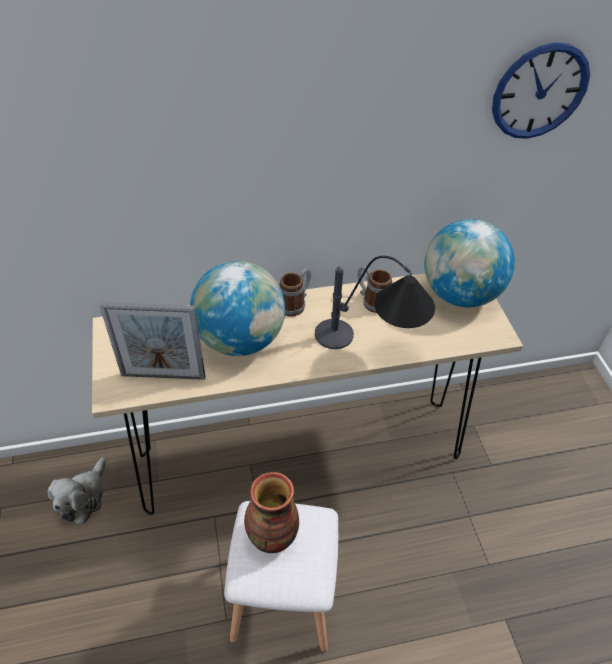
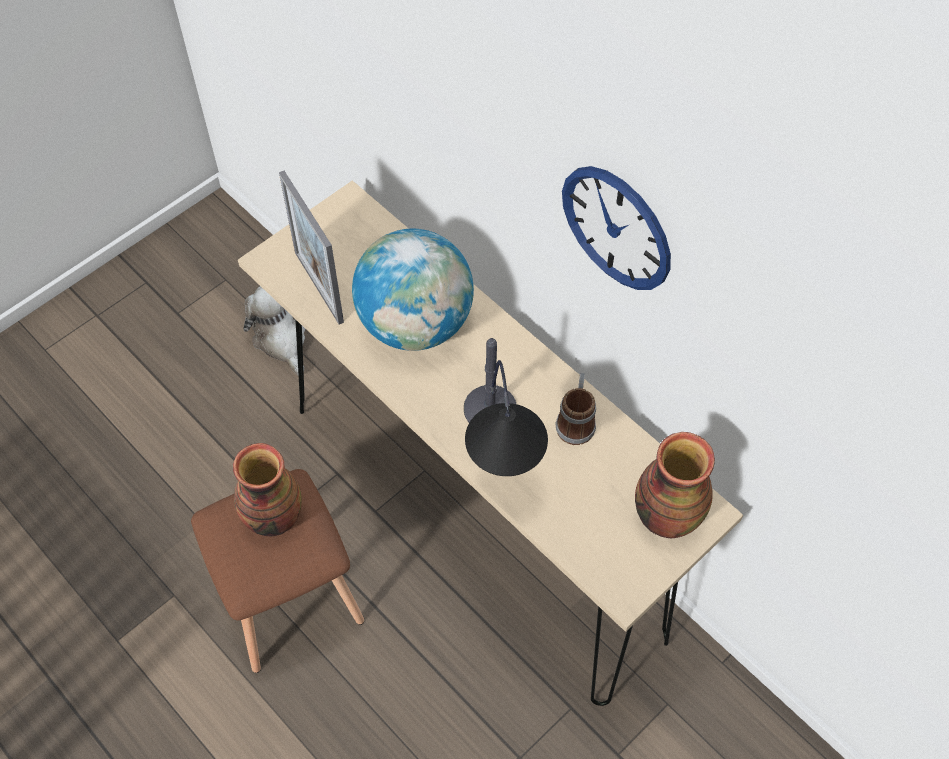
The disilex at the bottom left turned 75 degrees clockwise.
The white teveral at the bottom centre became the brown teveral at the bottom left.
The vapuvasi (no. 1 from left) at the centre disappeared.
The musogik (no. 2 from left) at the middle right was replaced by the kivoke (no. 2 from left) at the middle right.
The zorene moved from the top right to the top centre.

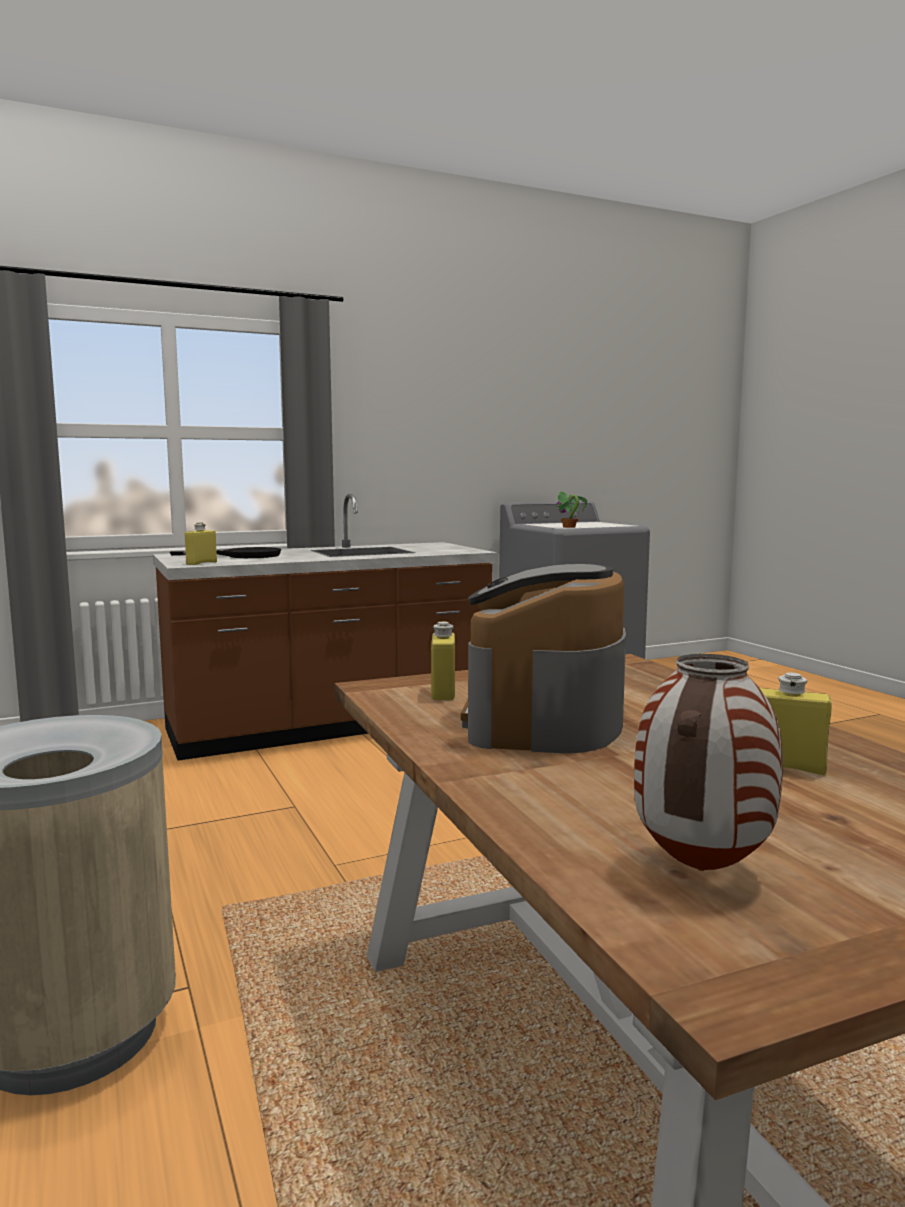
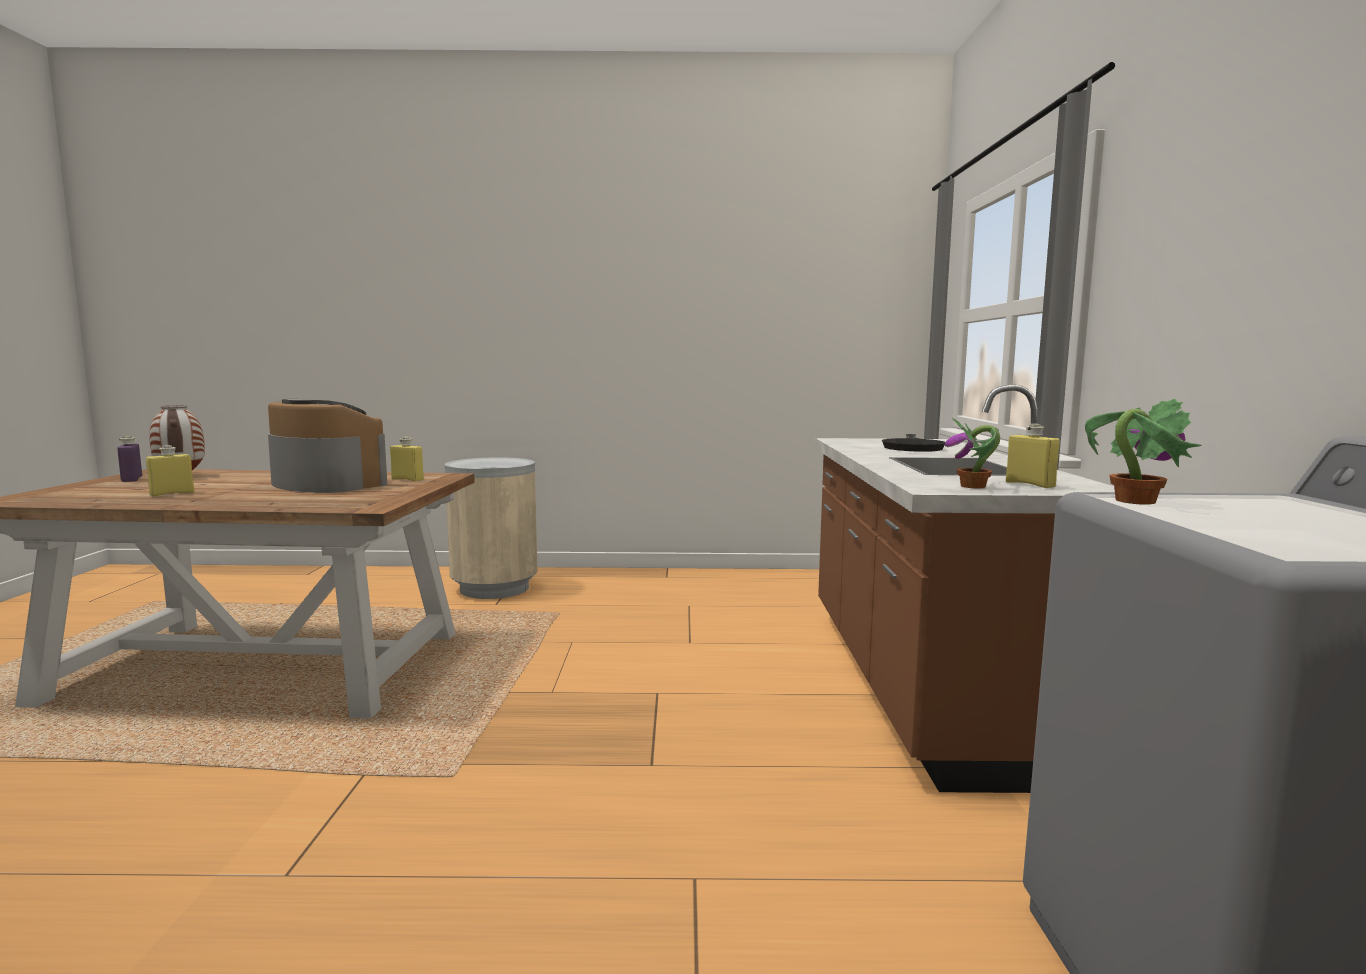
The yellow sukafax (no. 1 from left in the first image) moved from the middle left to the middle right.
The purple sukafax at the middle left appeared.
The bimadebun (no. 1 from left) at the middle right appeared.

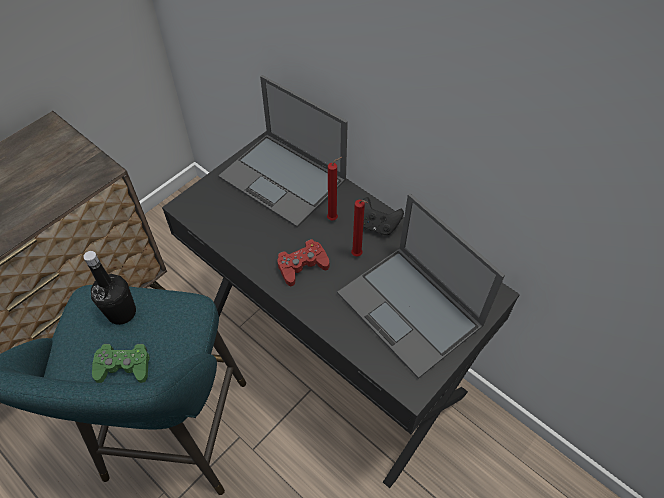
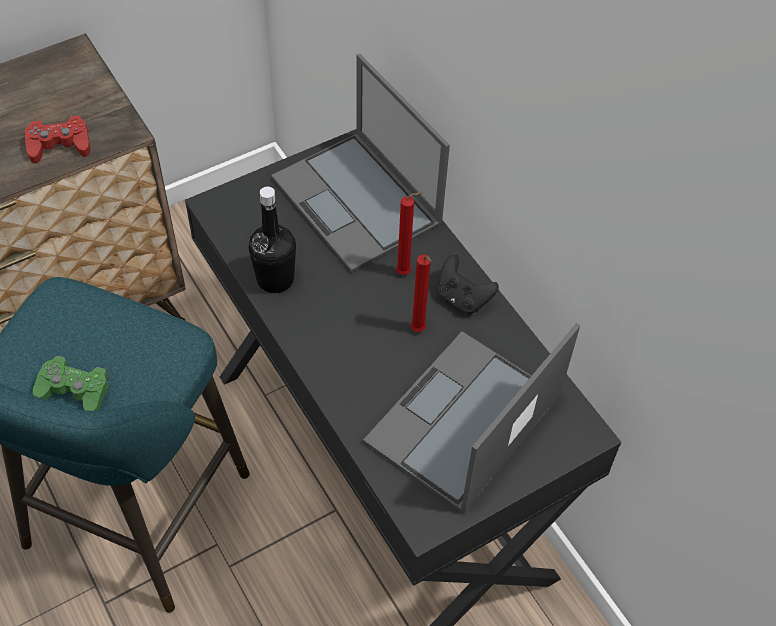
The black sukafax moved from the middle left to the centre.
The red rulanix moved from the centre to the top left.
The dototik (no. 2 from left) at the centre turned 60 degrees clockwise.

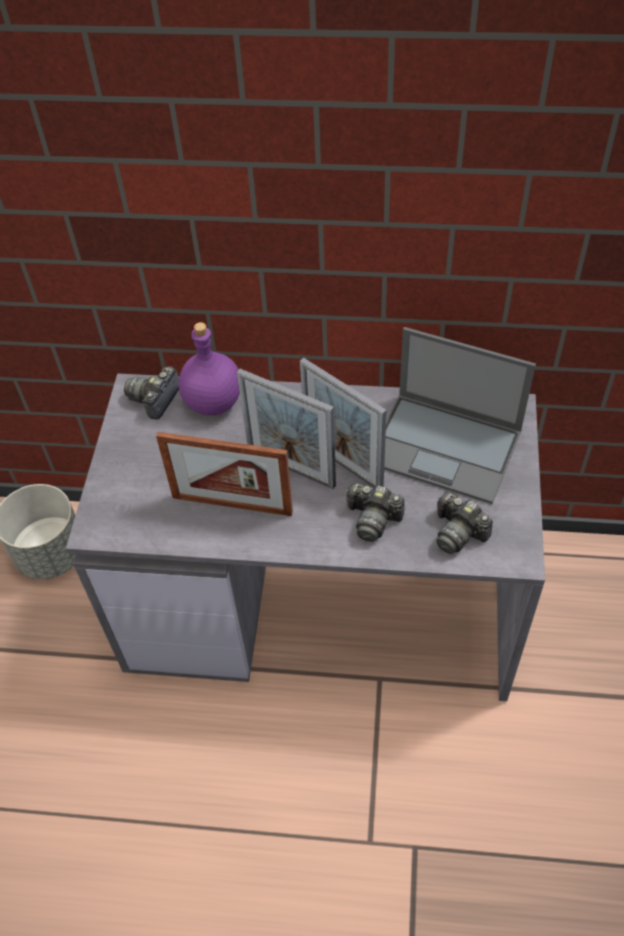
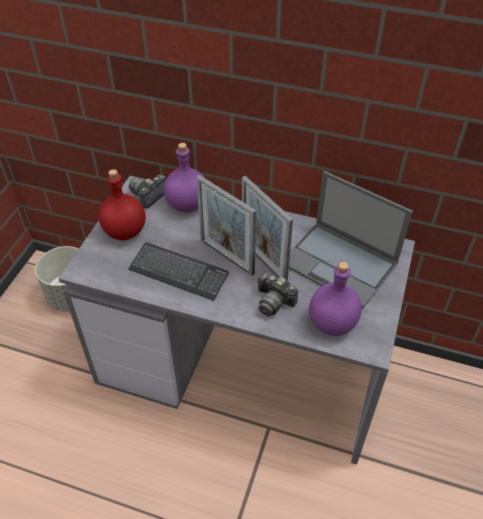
The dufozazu (no. 1 from left) at the centre was replaced by the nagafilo at the centre.
The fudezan (no. 3 from left) at the middle right was replaced by the purple sukafax (no. 2 from left) at the middle right.
The red sukafax at the middle left appeared.

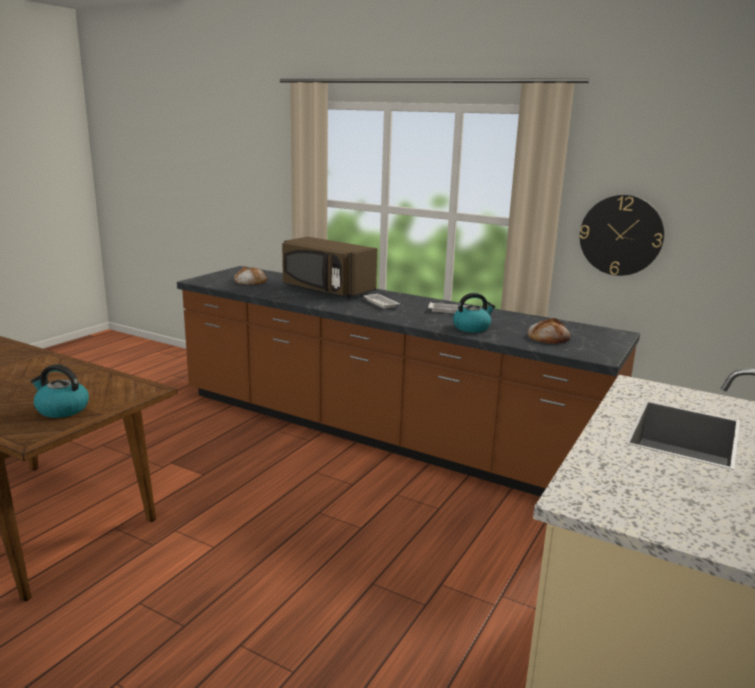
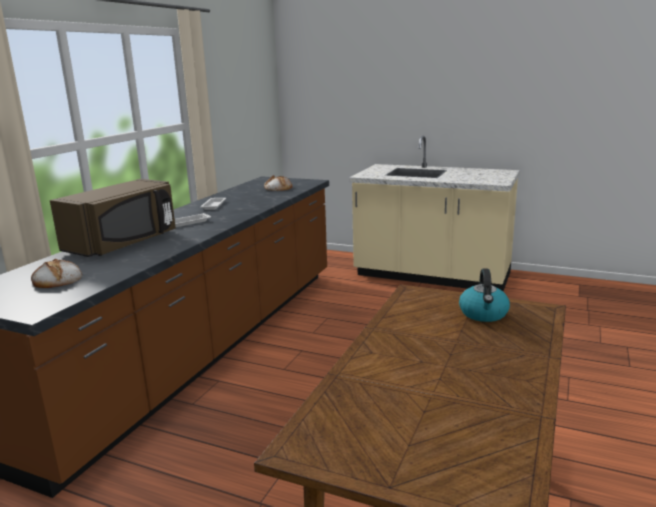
The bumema (no. 2 from left) at the centre disappeared.
The zorene at the middle right disappeared.

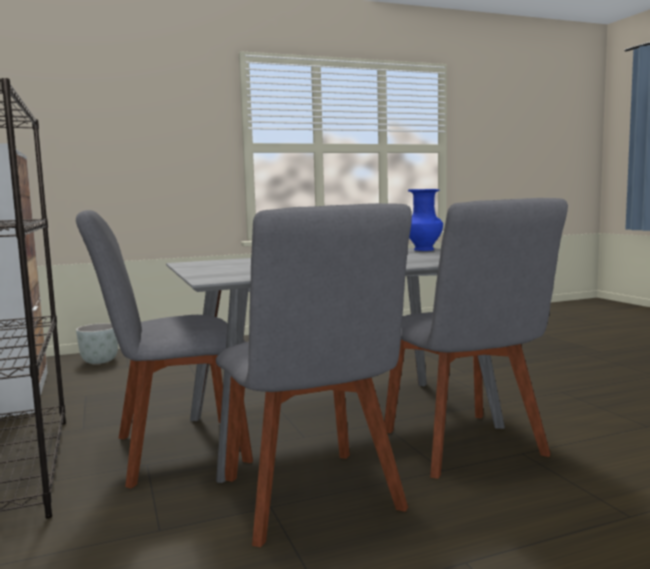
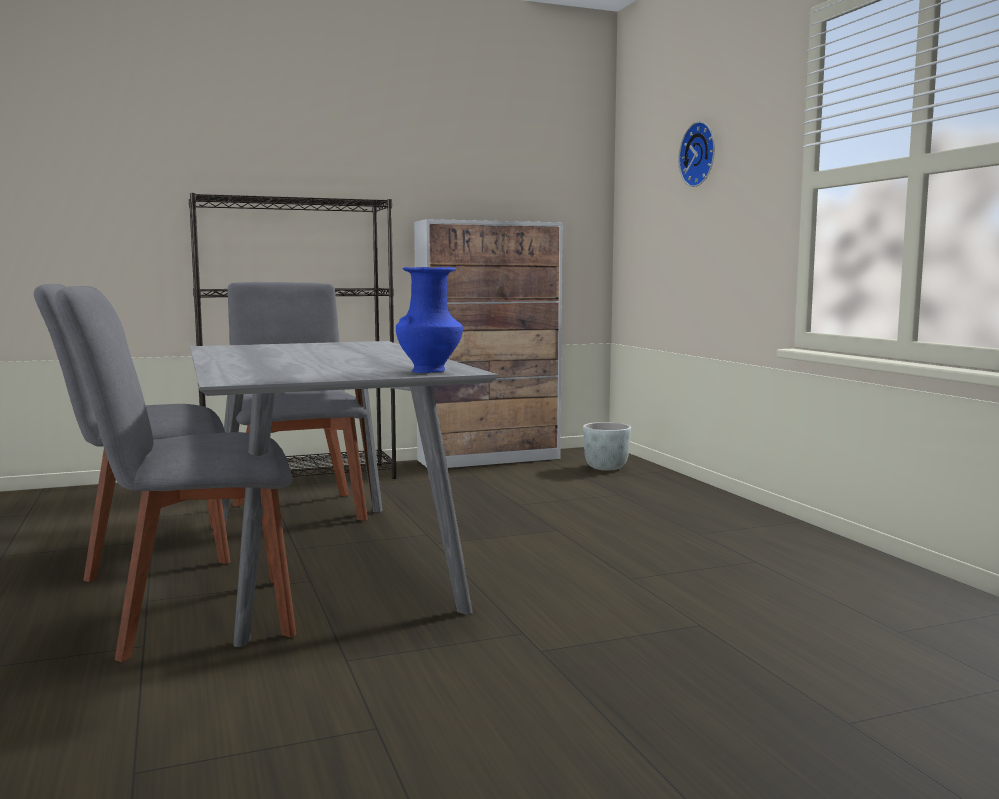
The zorene at the top right appeared.

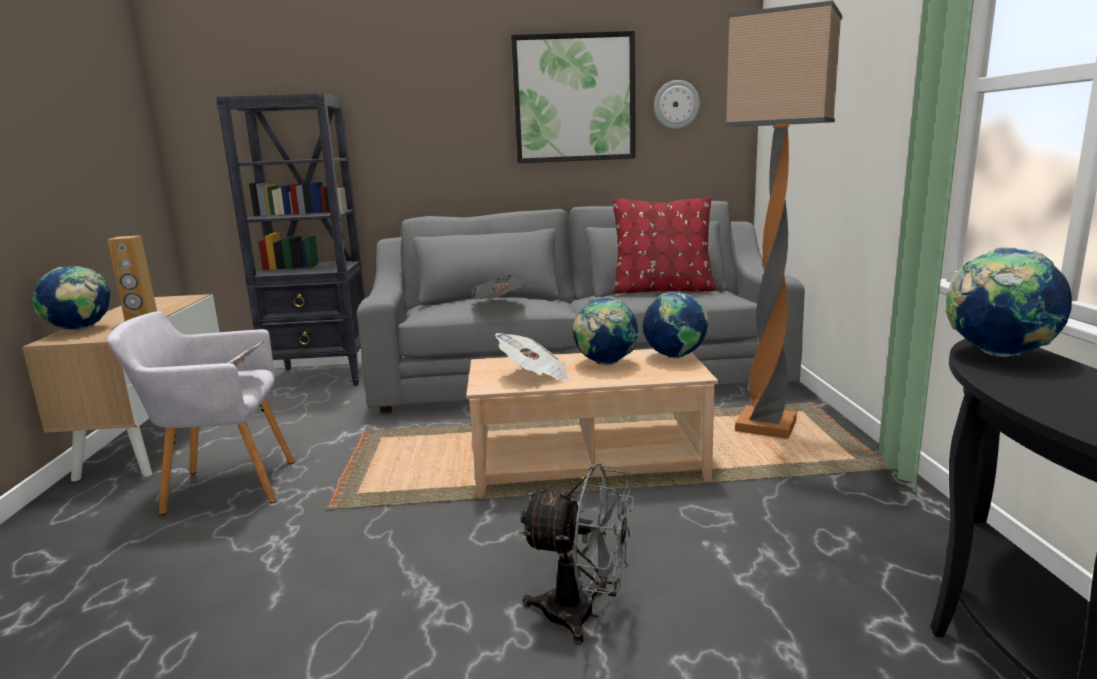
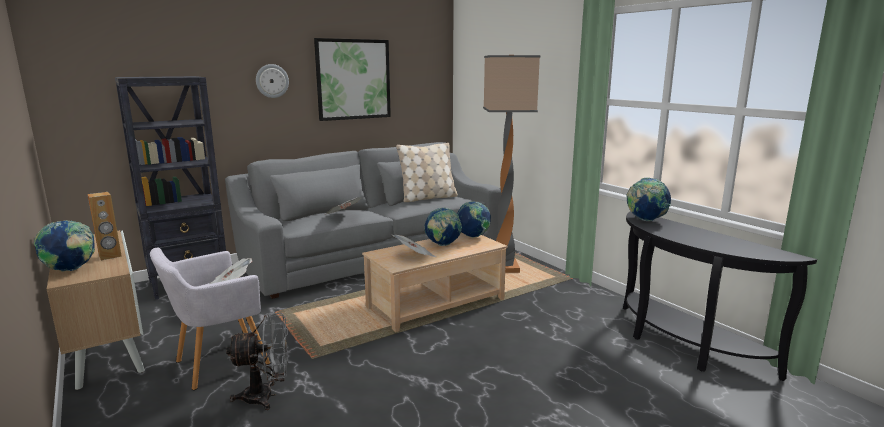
The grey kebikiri moved from the bottom centre to the bottom left.
The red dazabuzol at the centre became the beige dazabuzol at the centre.
The zorene moved from the top centre to the top left.

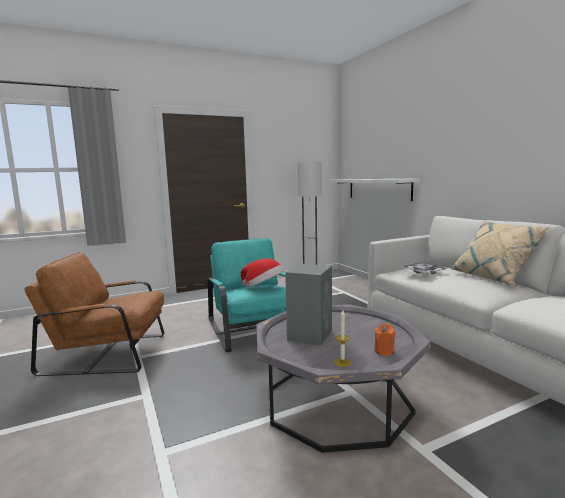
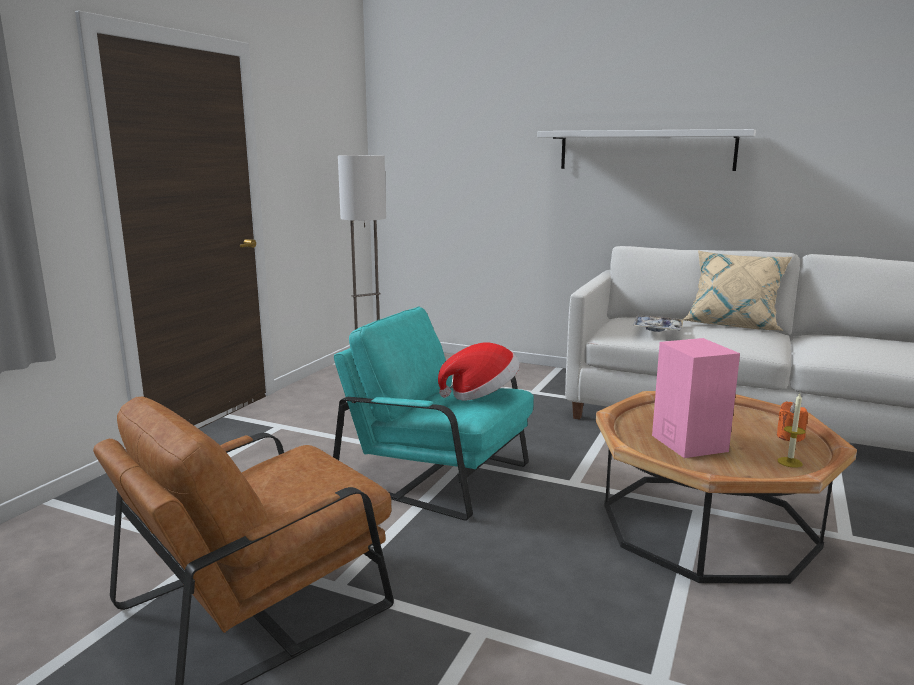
The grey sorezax at the bottom centre became the brown sorezax at the bottom right.
The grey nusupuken at the centre became the pink nusupuken at the middle right.
The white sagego moved from the centre to the top right.

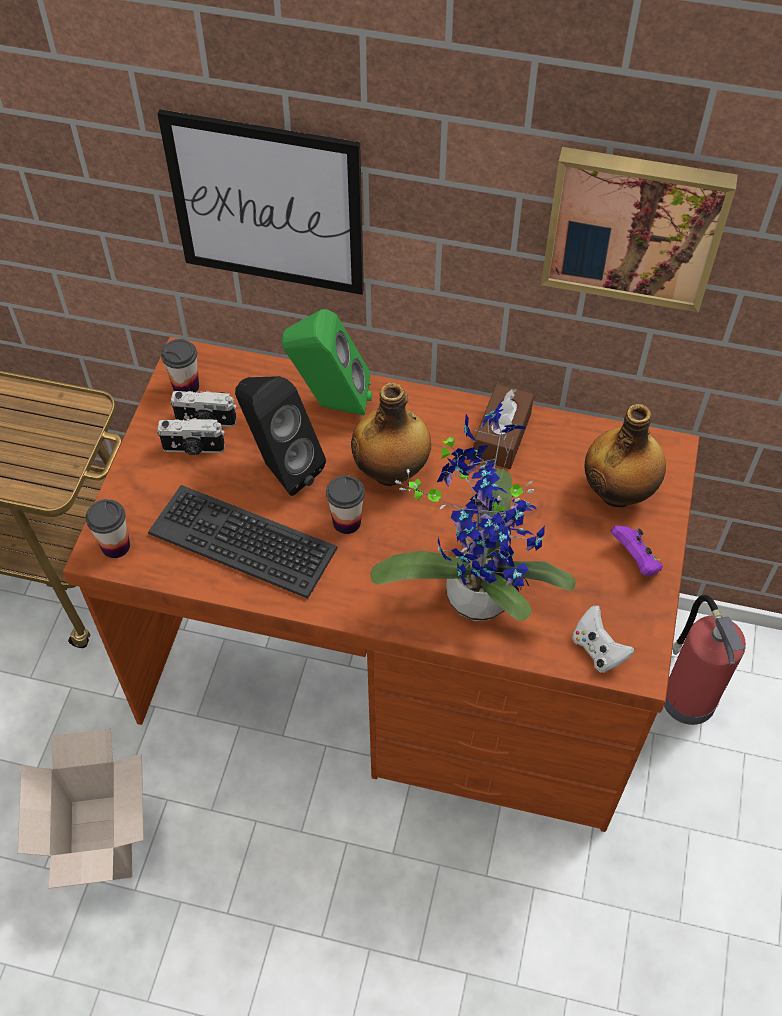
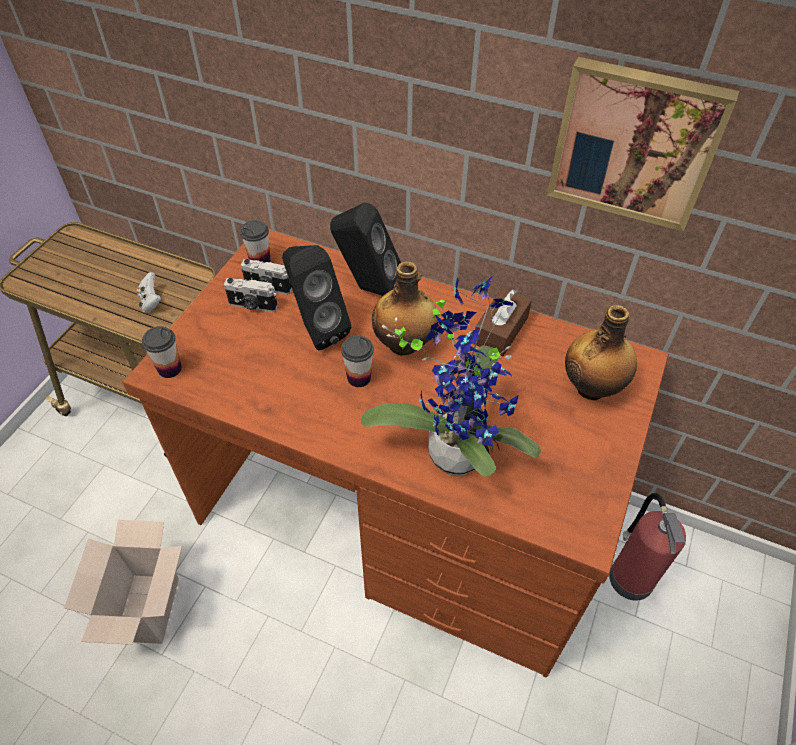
The nagafilo at the middle left disappeared.
The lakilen (no. 1 from left) at the top left disappeared.
The green nusupuken at the centre became the black nusupuken (no. 2 from left) at the centre.
The white rulanix moved from the middle right to the middle left.
The purple rulanix at the middle right disappeared.

